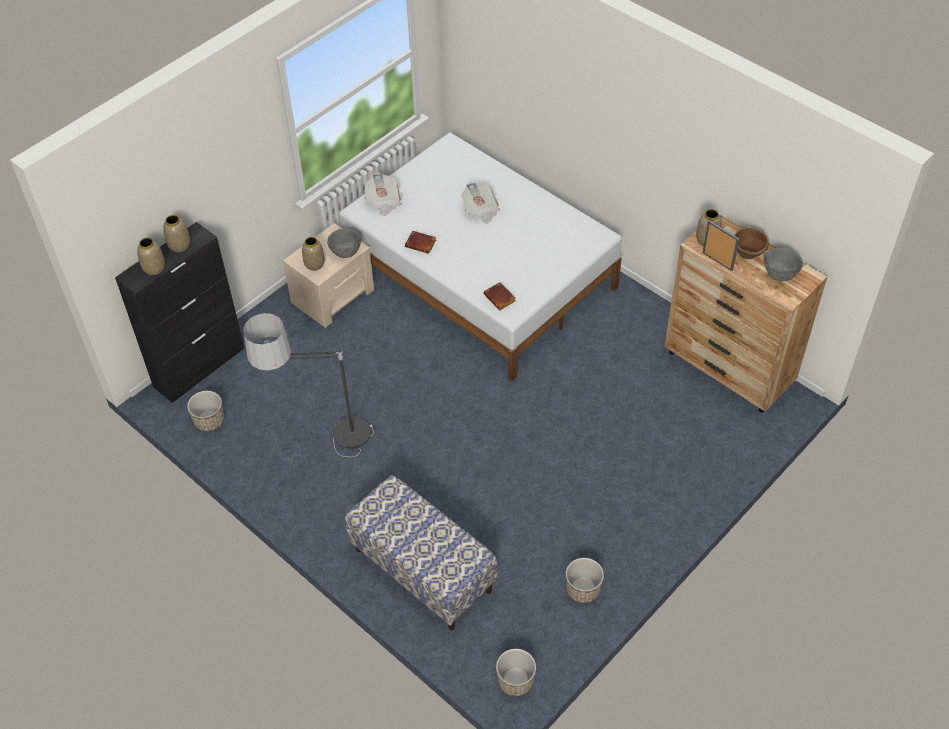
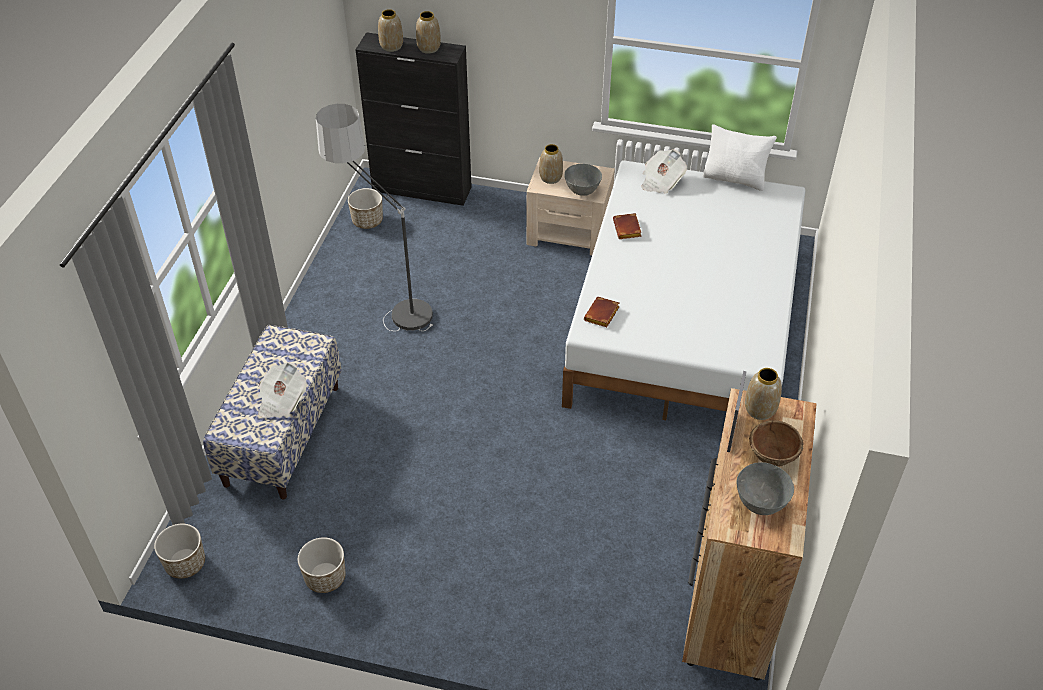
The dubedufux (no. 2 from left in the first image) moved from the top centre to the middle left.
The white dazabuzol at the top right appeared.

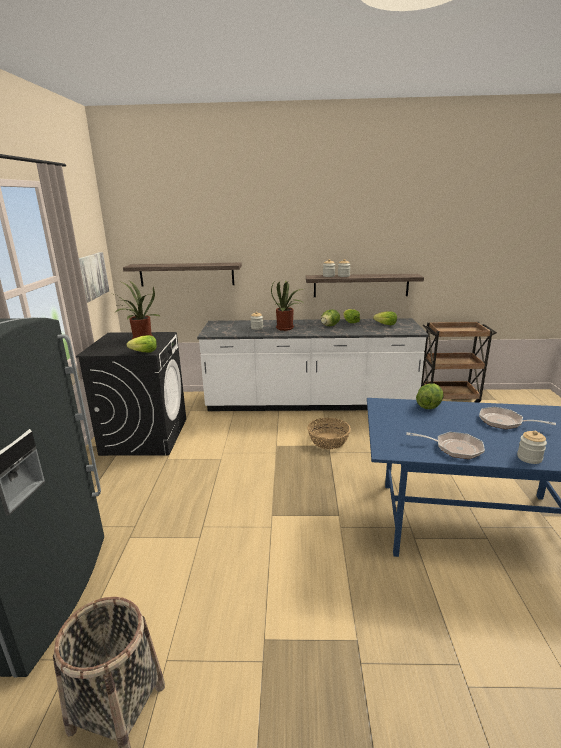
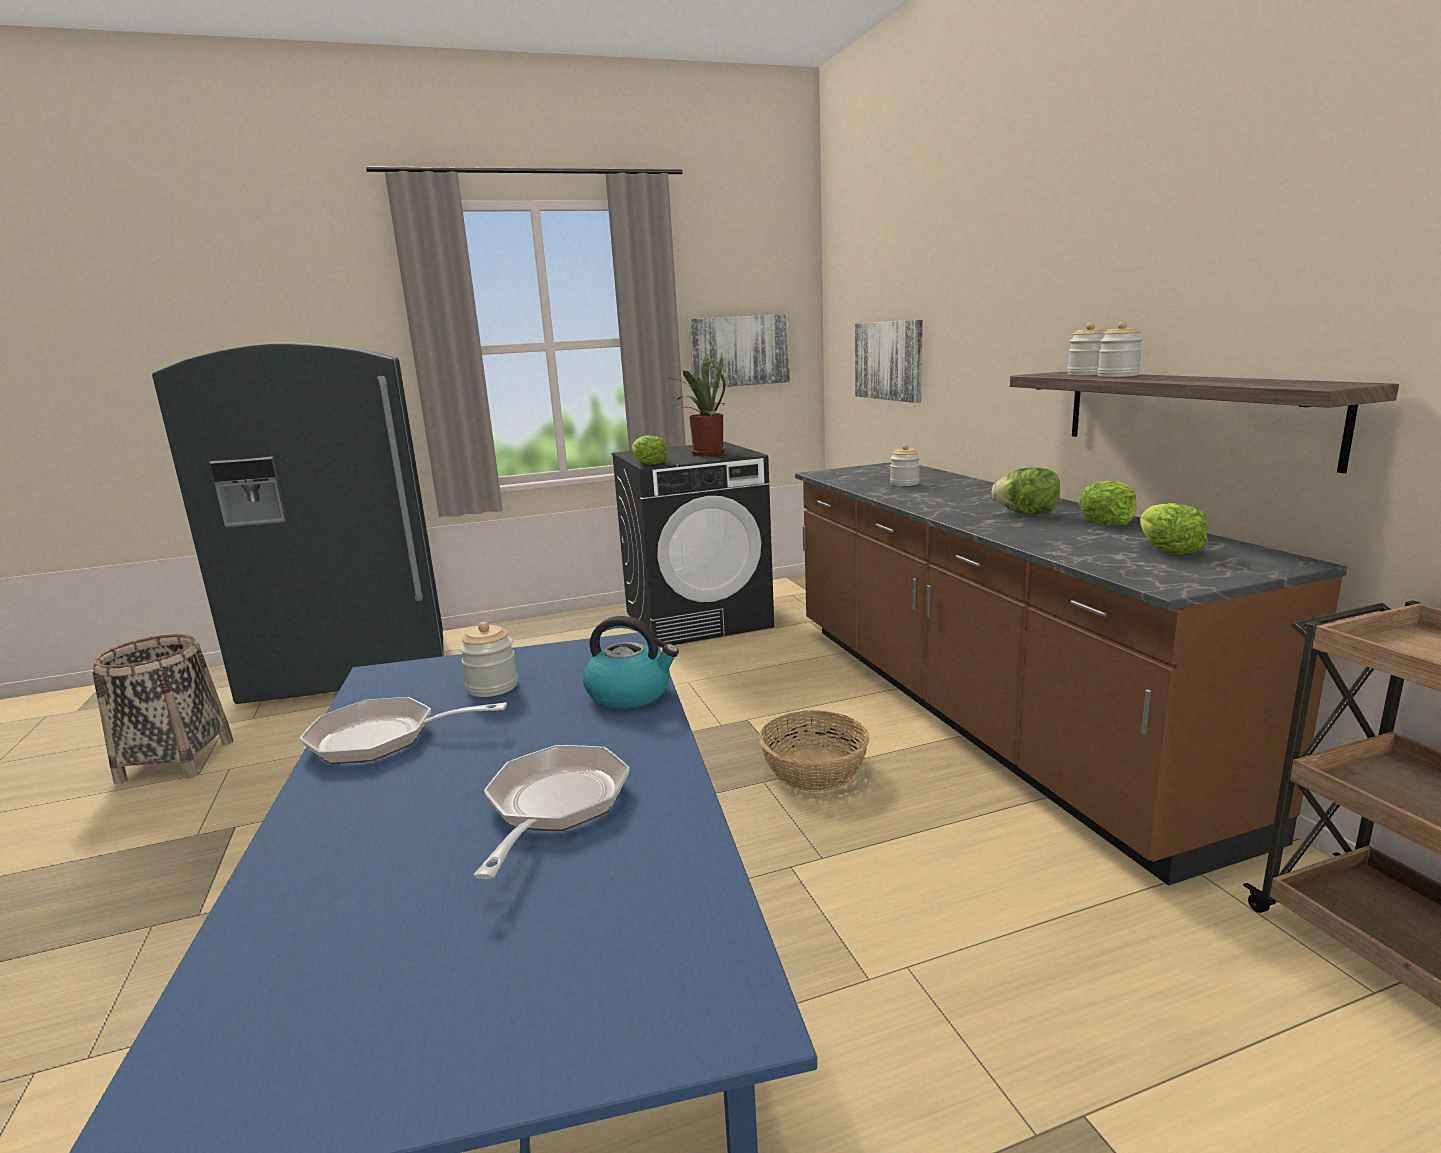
The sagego (no. 1 from left) at the middle left was replaced by the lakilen (no. 2 from left) at the top centre.
The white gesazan at the centre became the brown gesazan at the middle right.
The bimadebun (no. 2 from left) at the centre disappeared.
The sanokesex (no. 1 from left) at the middle right turned 90 degrees clockwise.
The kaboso (no. 5 from left) at the middle right was replaced by the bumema at the centre.
The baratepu (no. 4 from left in the first image) moved from the middle right to the centre.

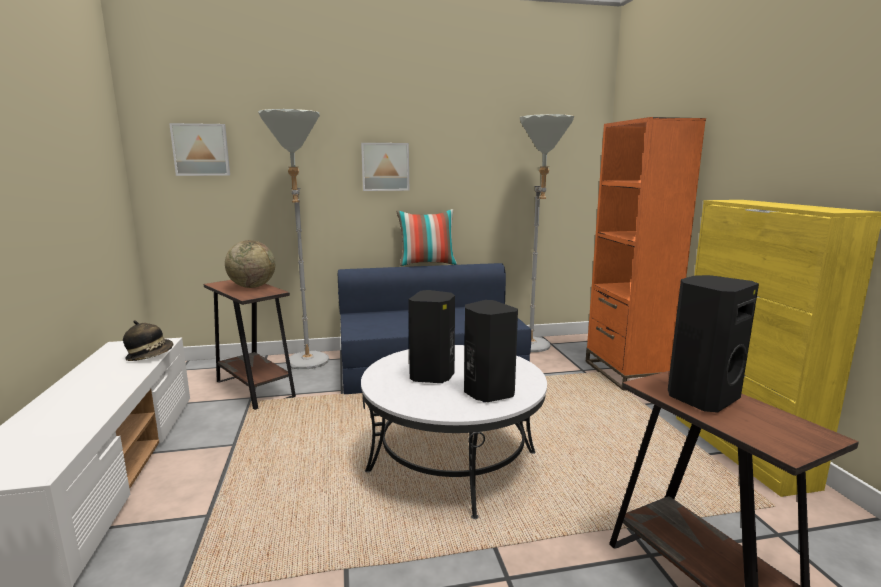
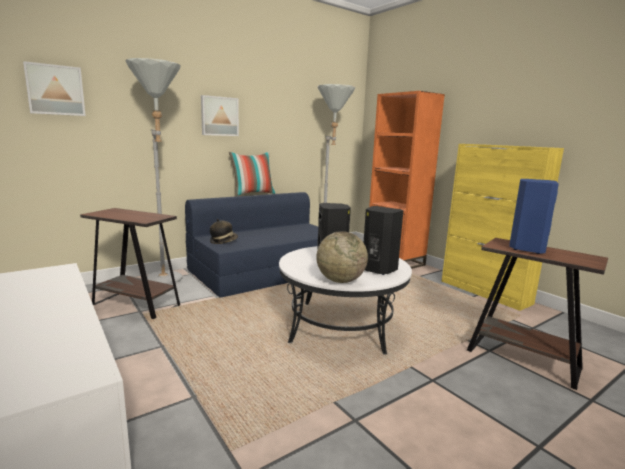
The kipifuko moved from the middle left to the centre.
The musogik moved from the middle left to the centre.
The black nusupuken (no. 3 from left) at the middle right became the blue nusupuken at the middle right.

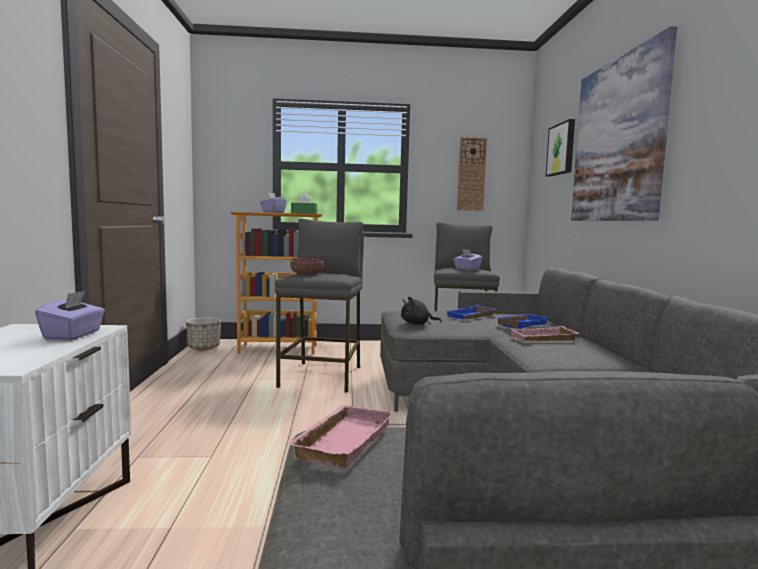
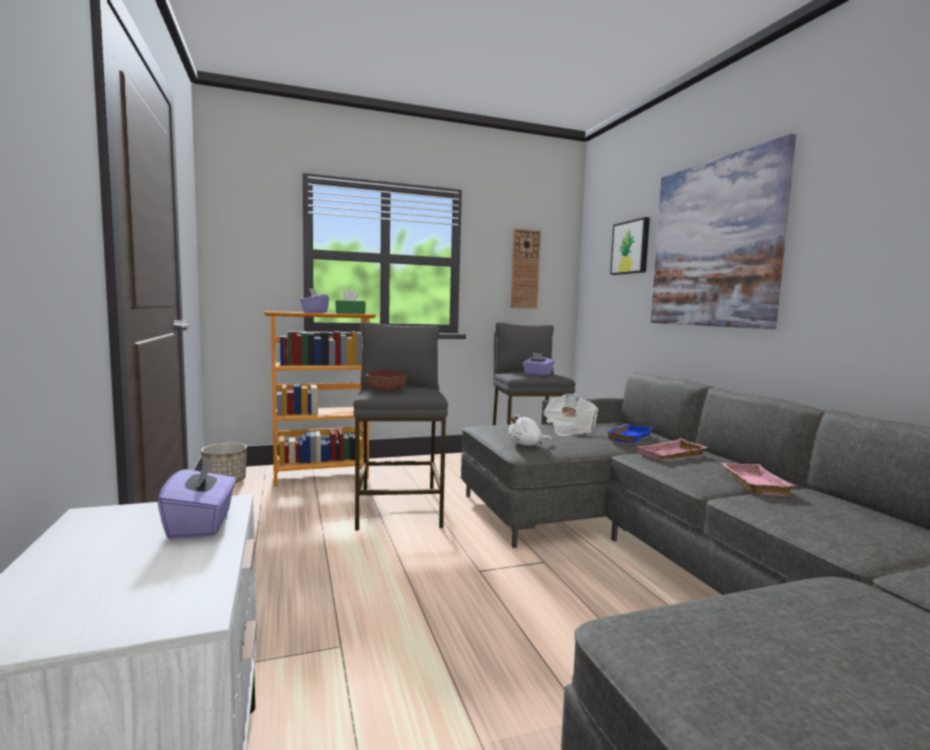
The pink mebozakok (no. 1 from left in the first image) moved from the bottom centre to the middle right.
The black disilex at the centre became the white disilex at the centre.
The blue mebozakok (no. 1 from left) at the centre was replaced by the dubedufux at the centre.

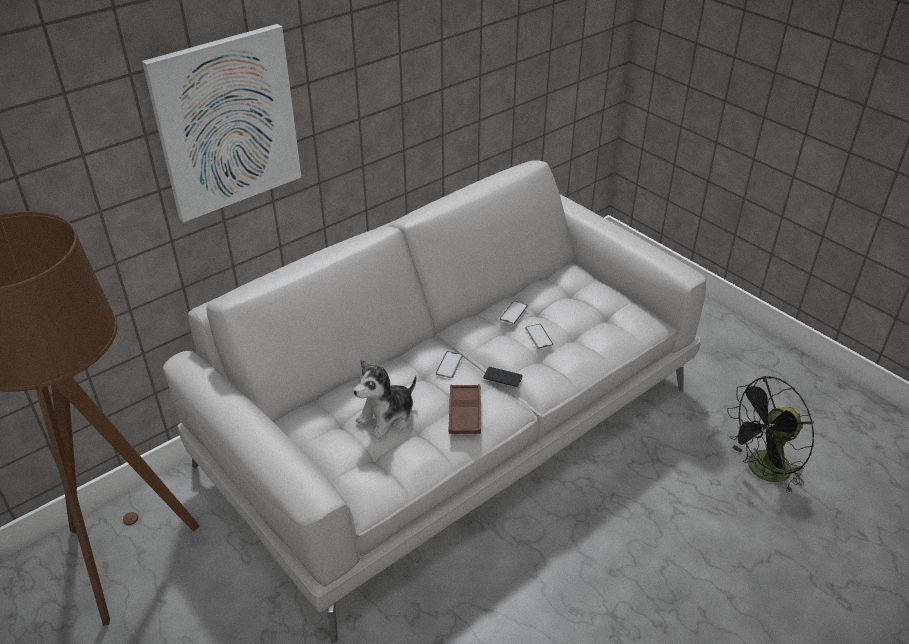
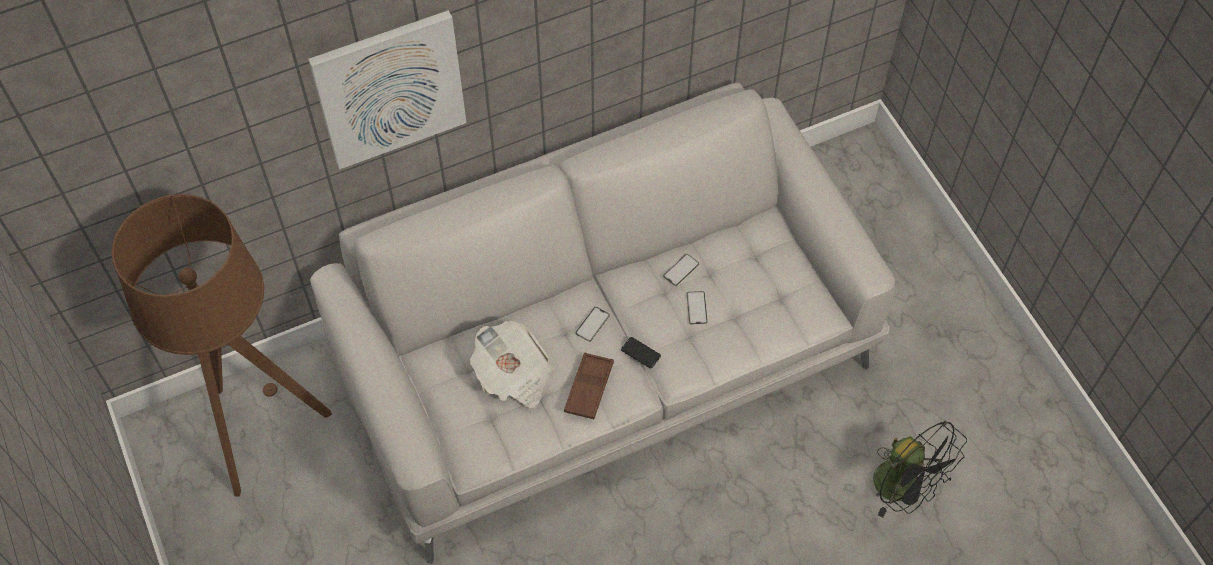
The disilex at the centre was replaced by the dubedufux at the centre.
The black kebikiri at the bottom right turned 120 degrees counterclockwise.

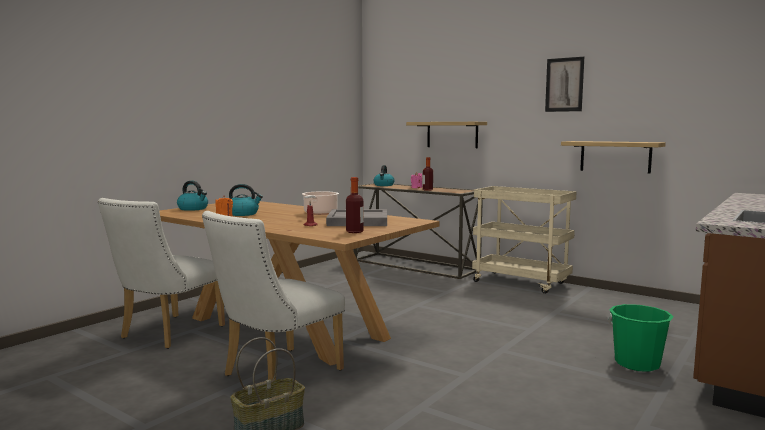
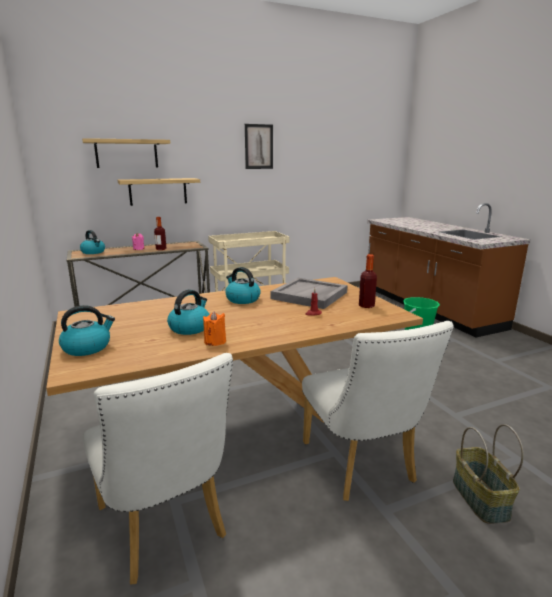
The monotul at the centre was replaced by the bumema (no. 4 from left) at the centre.
The sagego (no. 2 from left in the first image) moved from the middle right to the top left.

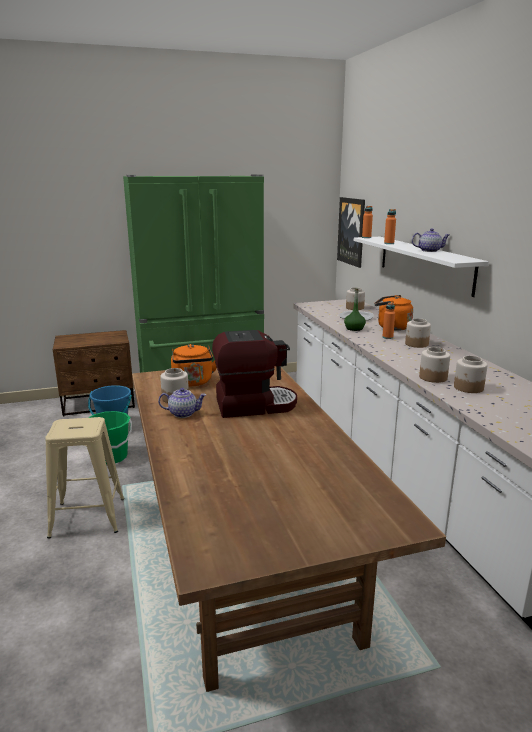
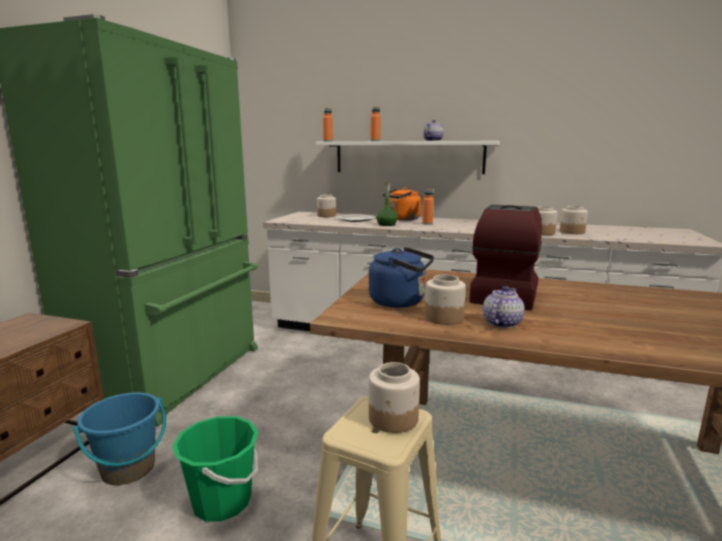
The orange bumema (no. 1 from left) at the centre became the blue bumema at the centre.
The lakilen at the top centre disappeared.
The baratepu (no. 3 from left in the first image) moved from the middle right to the bottom centre.

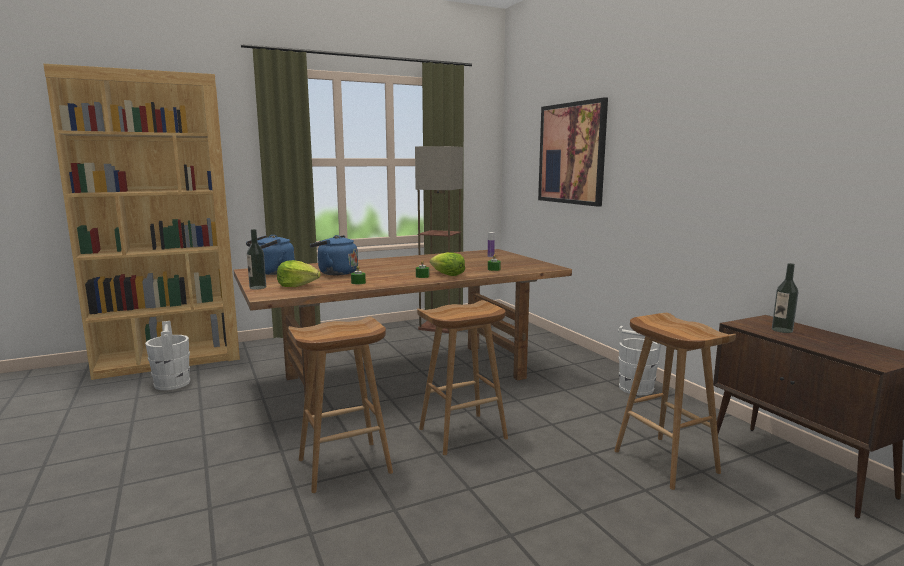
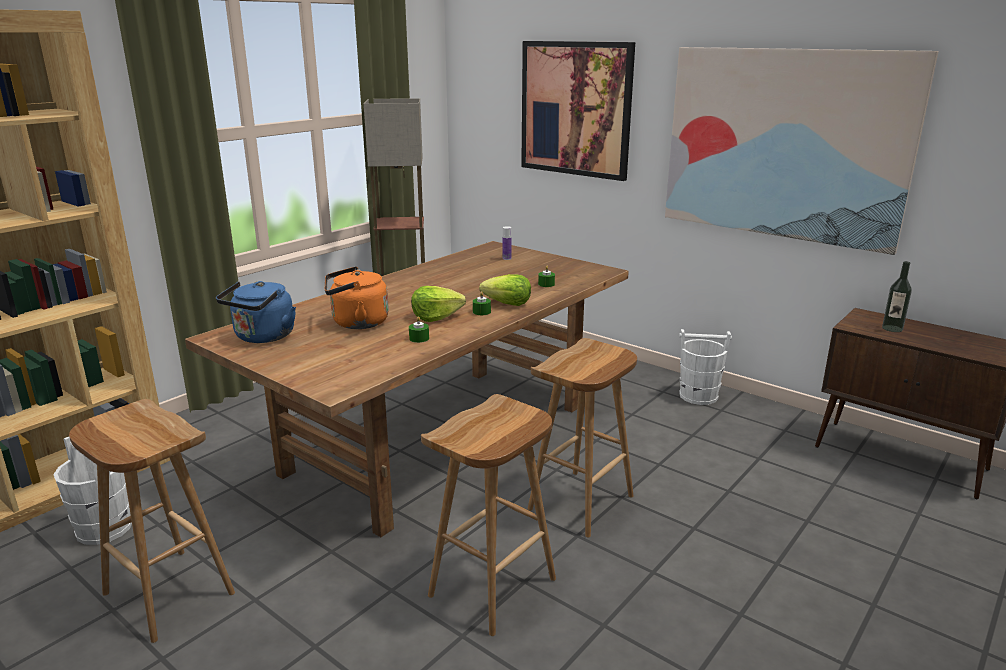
The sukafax (no. 1 from left) at the middle left disappeared.
The kaboso (no. 1 from left) moved from the middle left to the centre.
The blue bumema (no. 2 from left) at the centre became the orange bumema at the centre.
The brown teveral (no. 3 from left in the first image) moved from the bottom right to the bottom left.
The lakilen (no. 2 from left) at the top right appeared.

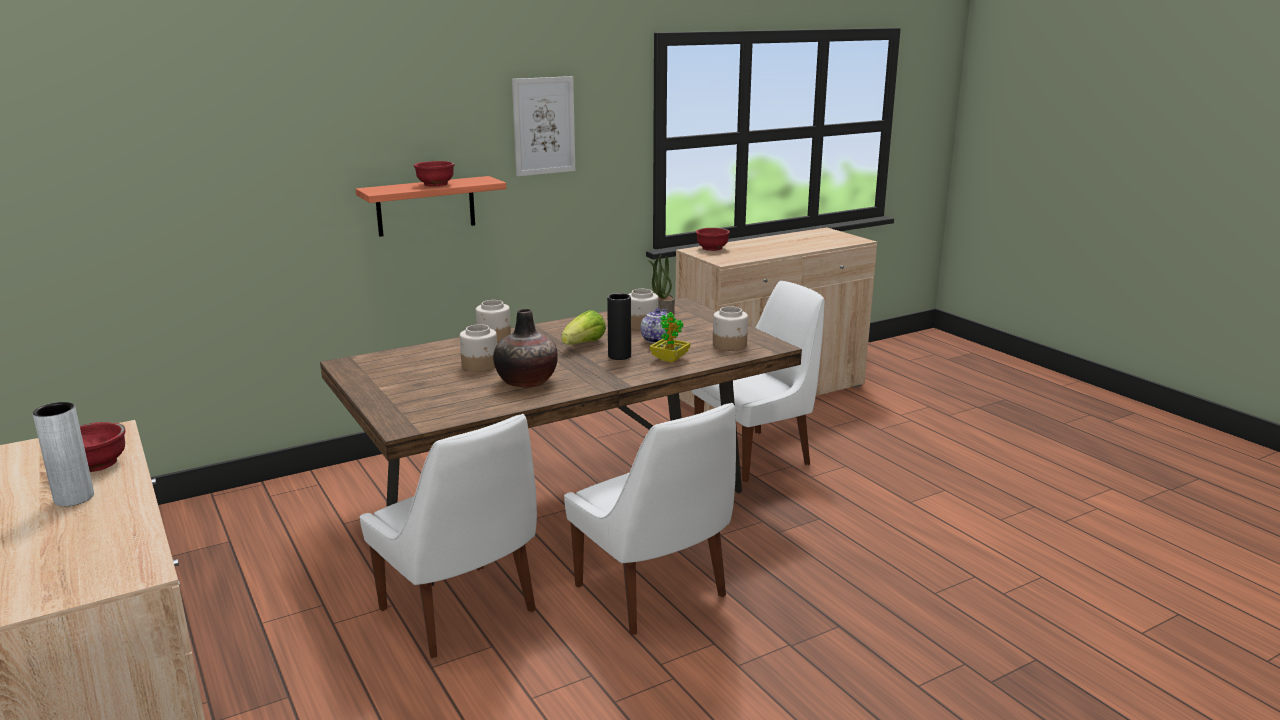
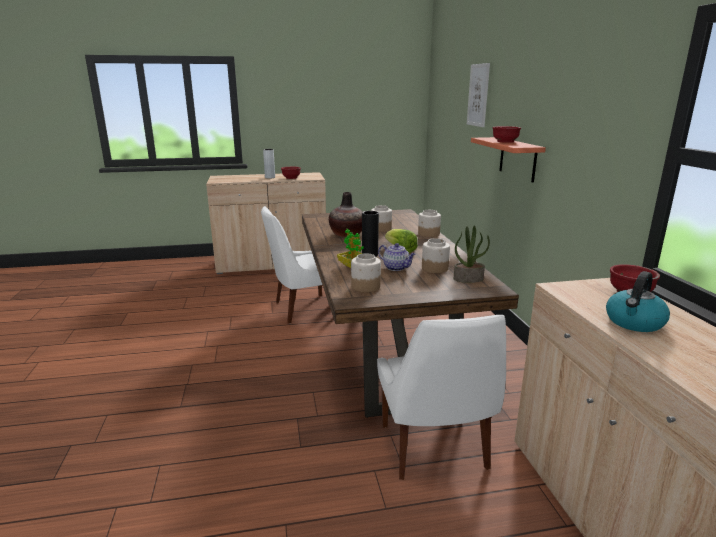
The lakilen moved from the top centre to the top right.
The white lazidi (no. 2 from left) at the bottom centre disappeared.
The bumema at the middle right appeared.

